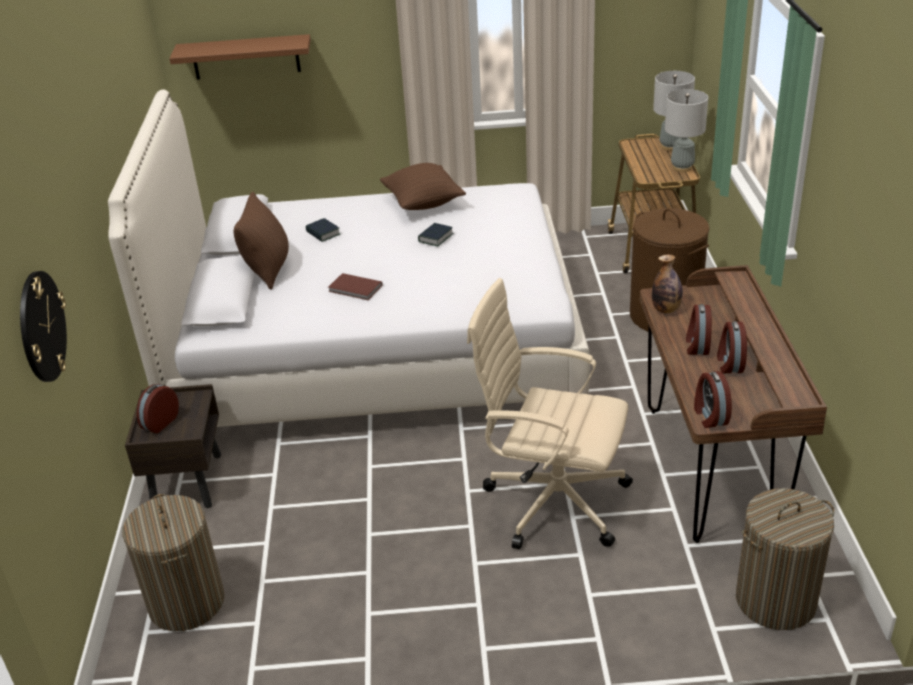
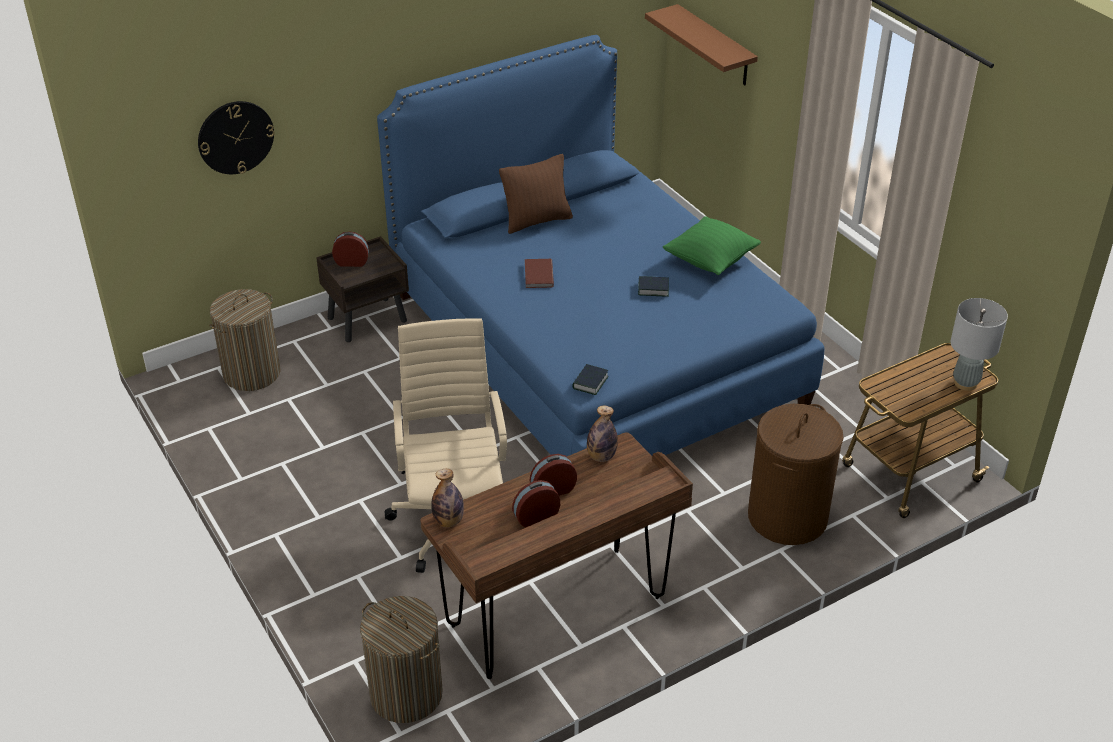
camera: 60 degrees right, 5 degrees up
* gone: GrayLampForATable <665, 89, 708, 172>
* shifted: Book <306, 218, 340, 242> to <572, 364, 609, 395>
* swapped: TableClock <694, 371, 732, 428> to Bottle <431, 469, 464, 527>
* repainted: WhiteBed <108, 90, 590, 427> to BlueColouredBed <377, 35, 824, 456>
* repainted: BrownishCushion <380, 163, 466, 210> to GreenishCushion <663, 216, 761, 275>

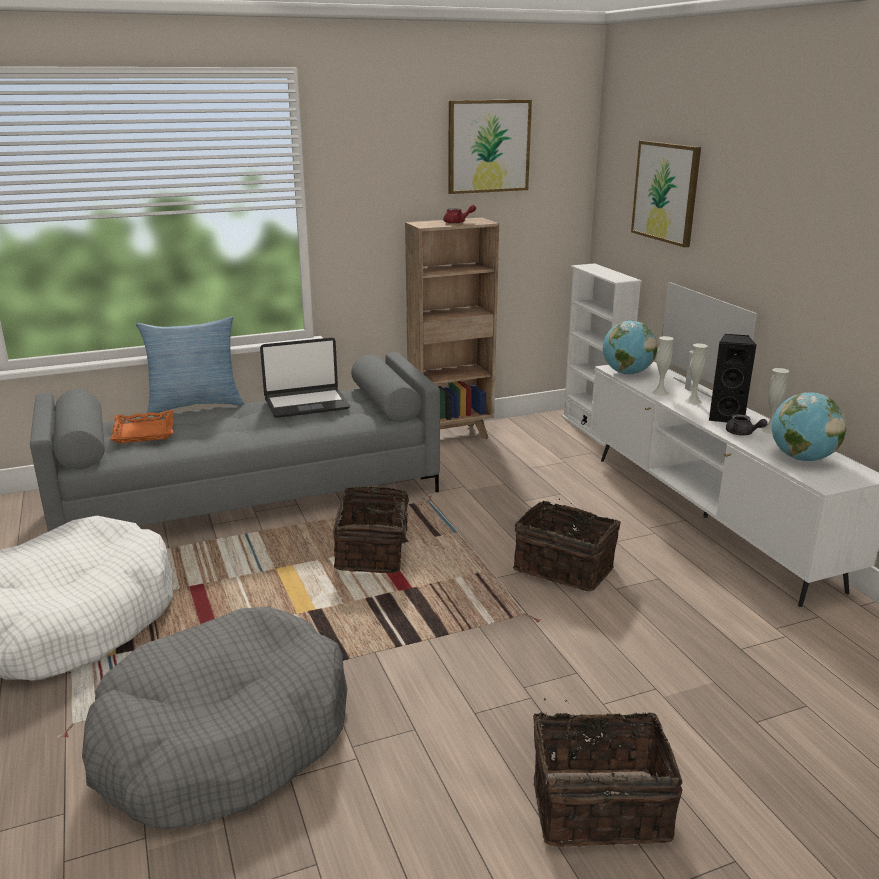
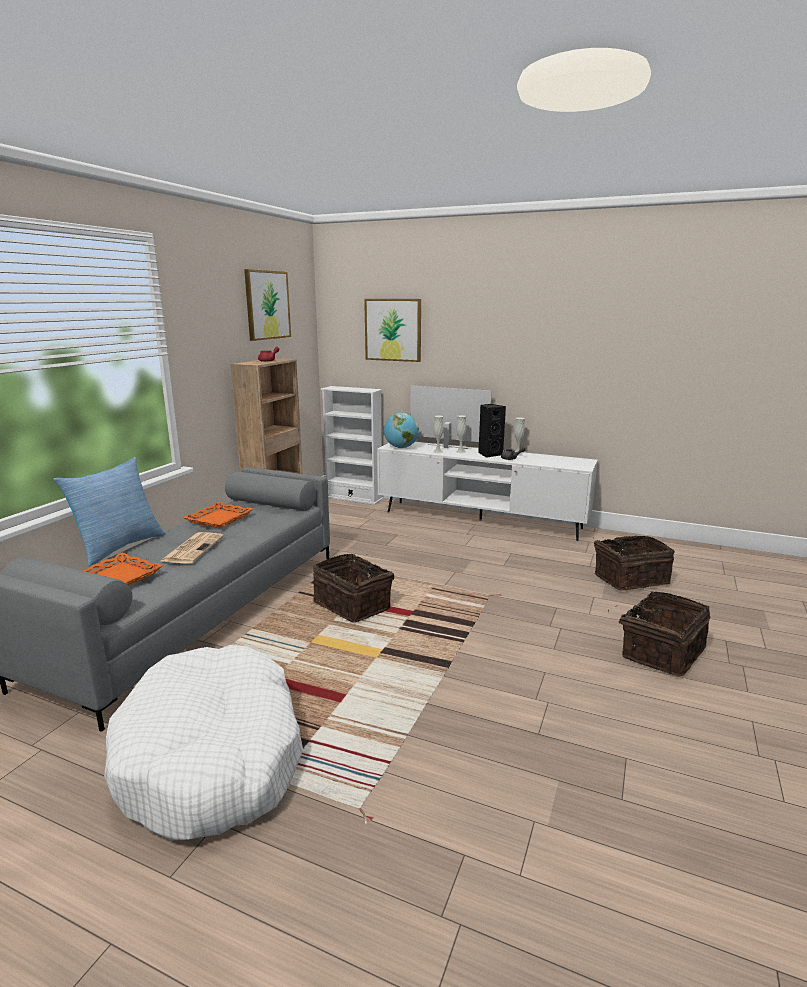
camera: 45 degrees left, 5 degrees down
* gone: GrayDogCushion <82, 606, 348, 830>
* gone: DeskGlobe <772, 392, 847, 461>
* new: Newspaper <161, 532, 224, 564>
* shifted: StorageBasket <513, 498, 621, 591> to <593, 536, 675, 591>
* swapped: Laptop <260, 338, 350, 418> to OrangeTray <183, 502, 253, 528>

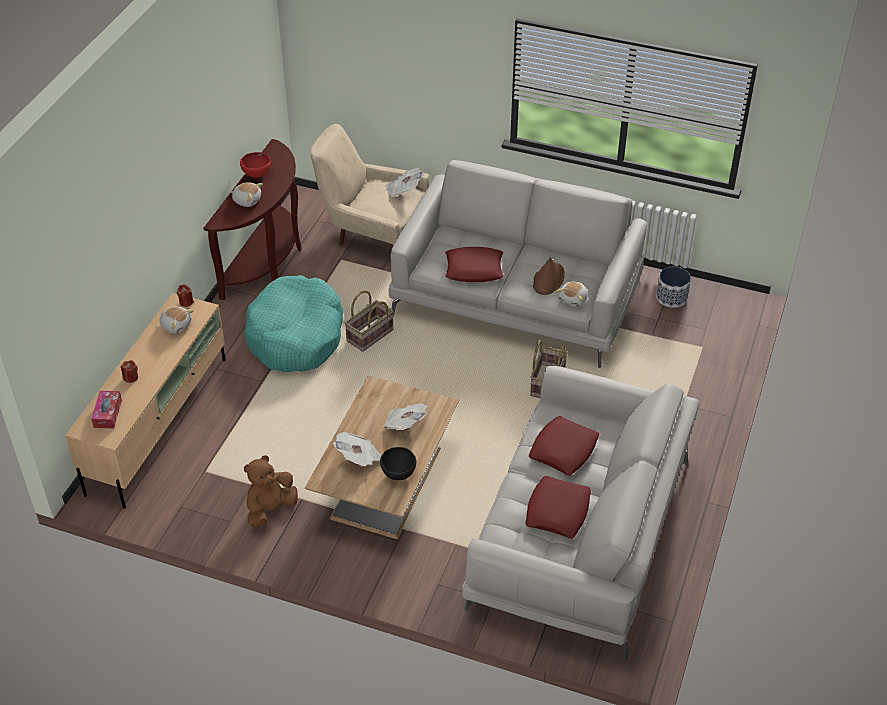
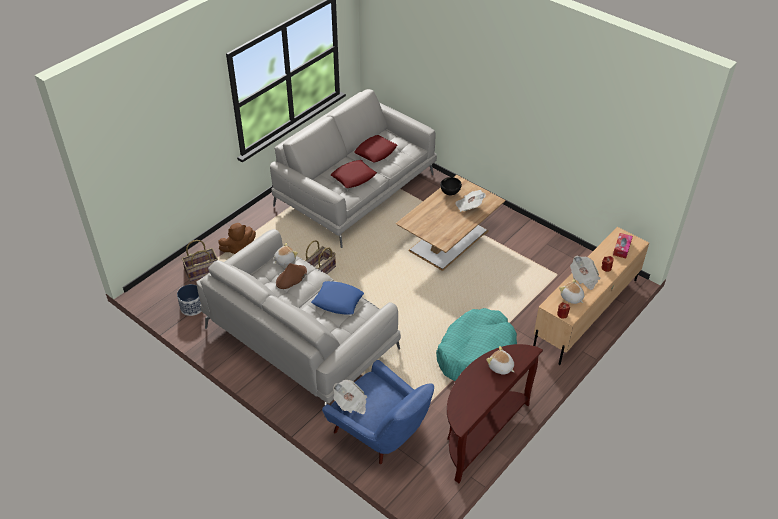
camera: 160 degrees left, 0 degrees up
* gone: ReddishBowl <240, 152, 271, 178>
* shifted: BrownishSoftToy <244, 455, 298, 527> to <218, 223, 256, 254>
* shifted: StorageBasket <344, 291, 394, 352> to <182, 240, 218, 282>
* shifted: Newspaper <382, 403, 428, 430> to <570, 255, 600, 290>
* repainted: BeigeArmchair <310, 124, 430, 246> to BlueColouredArmchair <322, 360, 434, 464>
* repainted: ReddishCushion <445, 247, 504, 282> to BlueColouredCushion <311, 281, 364, 315>

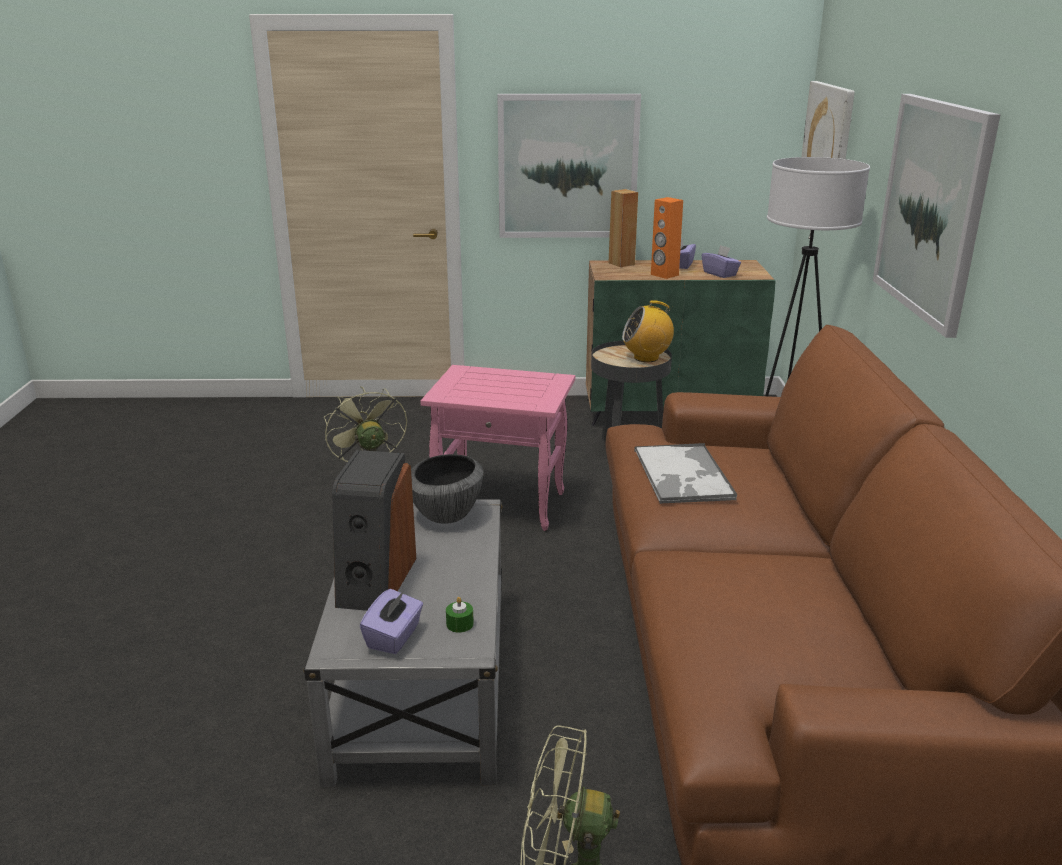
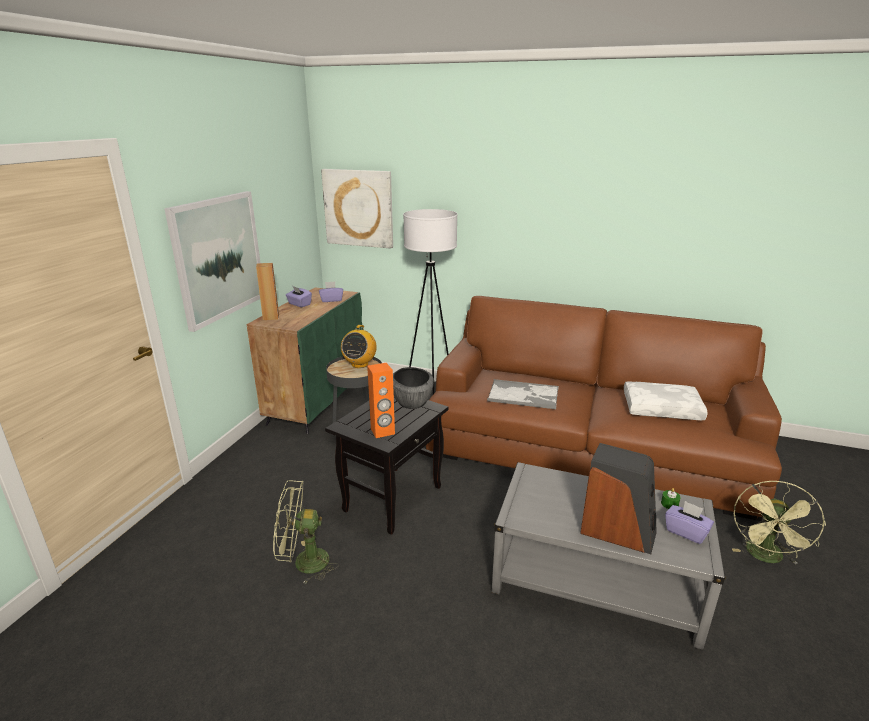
camera: 70 degrees left, 0 degrees up
* gone: Picture <873, 94, 1000, 338>
* new: WhiteCushion <624, 381, 708, 420>
* shifted: Bowl <411, 454, 484, 524> to <393, 367, 434, 409>
* shifted: OrangeSpeaker <651, 197, 683, 279> to <367, 363, 395, 438>
* repainted: PinkSideTable <420, 365, 575, 531> to BlackSideTable <325, 397, 449, 535>

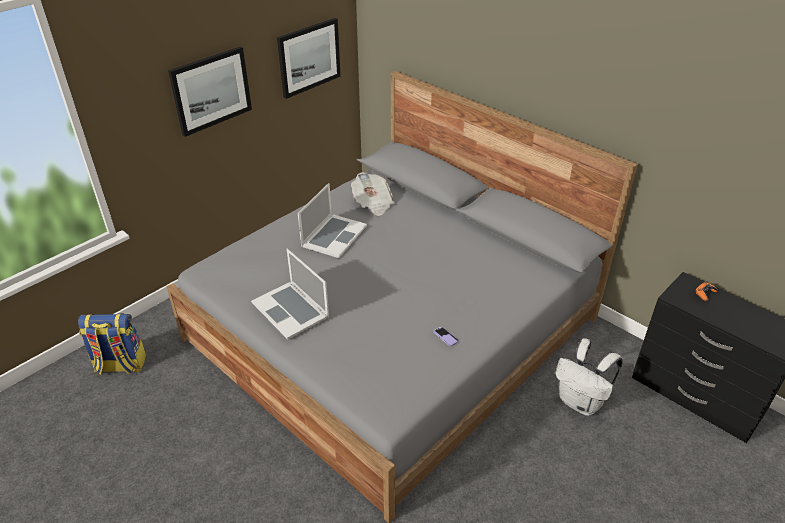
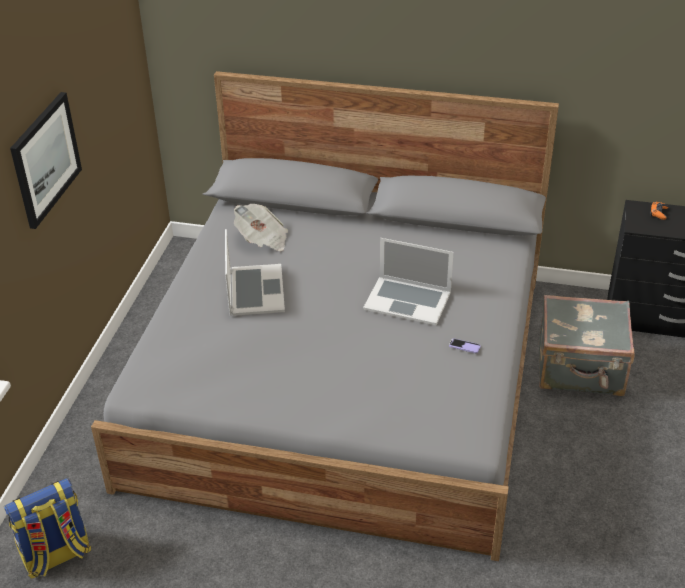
camera: 30 degrees left, 0 degrees up
* gone: Picture <277, 18, 341, 99>
* shifted: Laptop <251, 249, 329, 339> to <363, 238, 453, 325>
* swapped: WhiteBackpack <555, 338, 623, 416> to GrayPieceOfLuggage <539, 295, 635, 396>

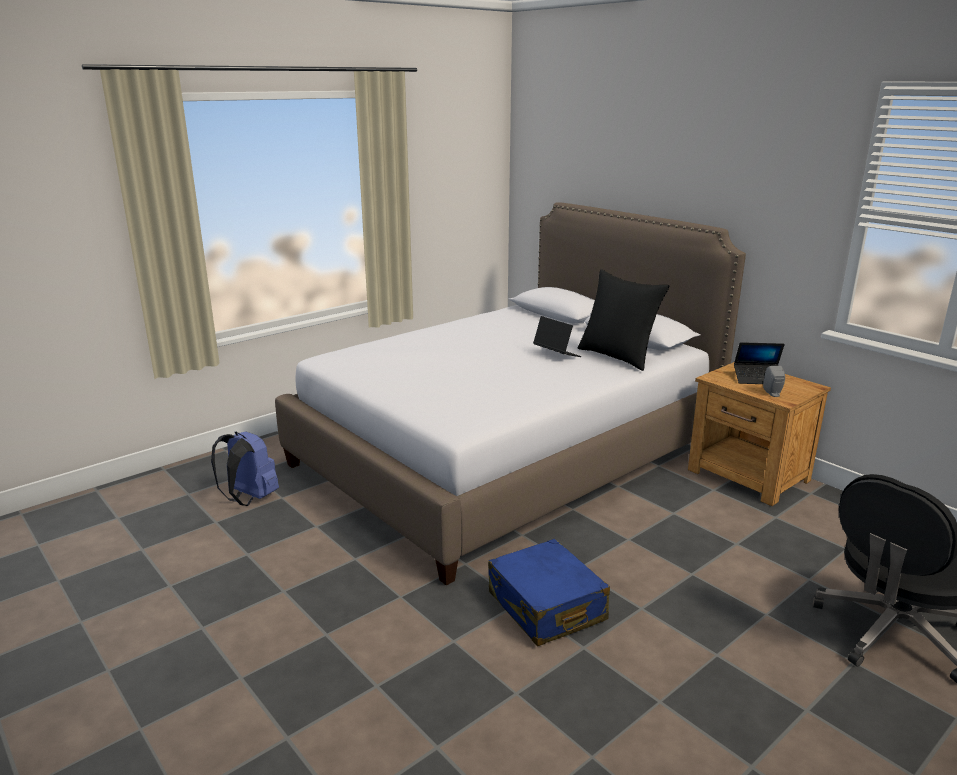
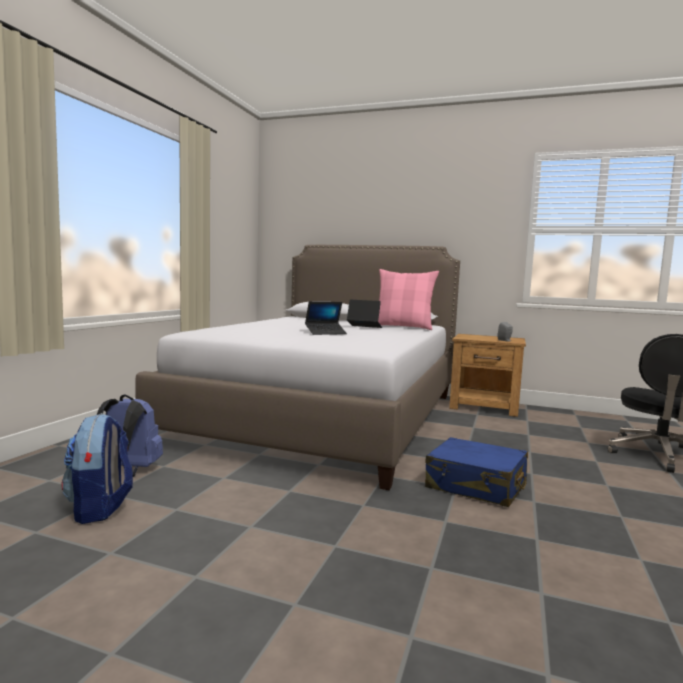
camera: 30 degrees left, 15 degrees down
* new: Backpack <61, 413, 133, 524>
* shifted: Laptop <734, 342, 785, 384> to <305, 301, 347, 335>
* repainted: BlackCushion <578, 269, 670, 371> to PinkCushion <378, 269, 439, 330>

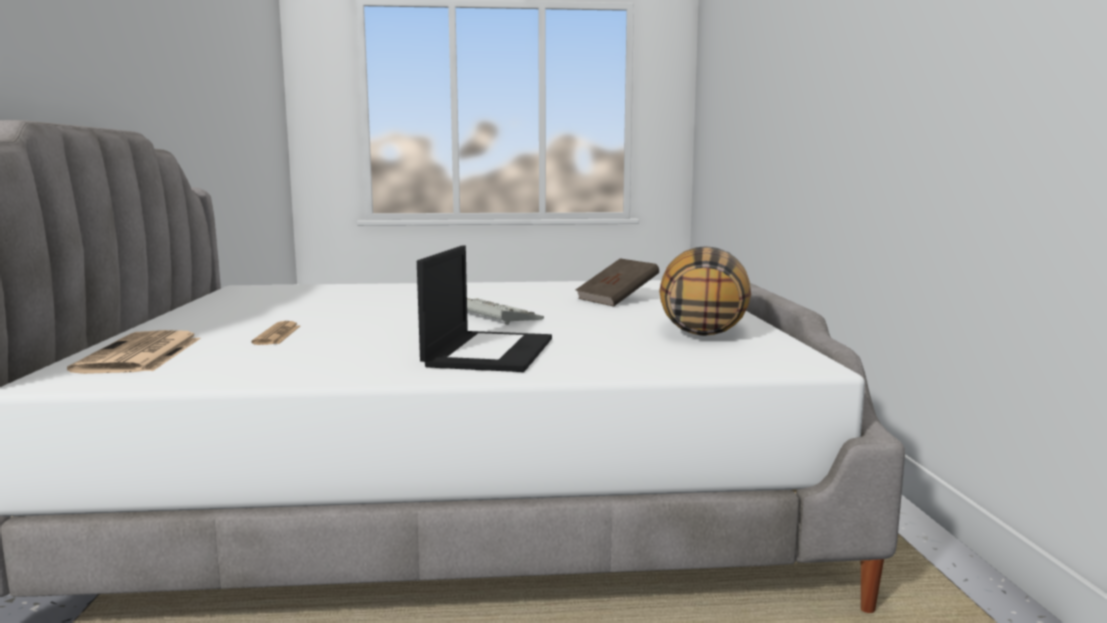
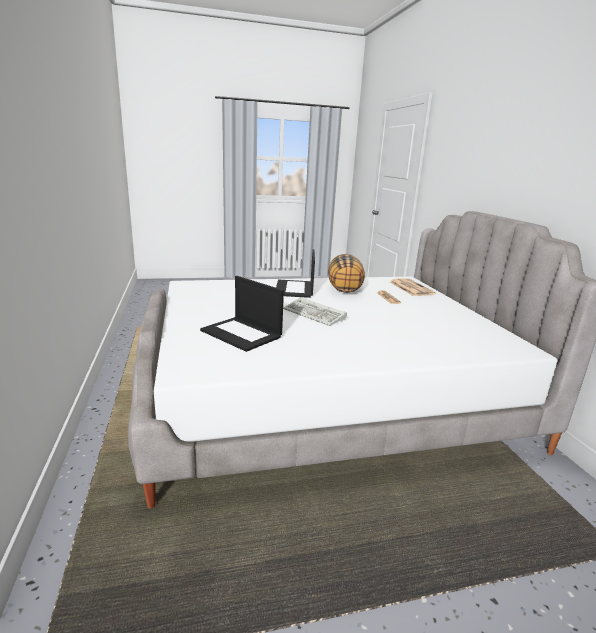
camera: 170 degrees right, 10 degrees up
* shifted: Cushion <659, 246, 751, 336> to <328, 254, 365, 293>
* swapped: BrownishBook <576, 258, 659, 307> to Laptop <200, 276, 284, 352>

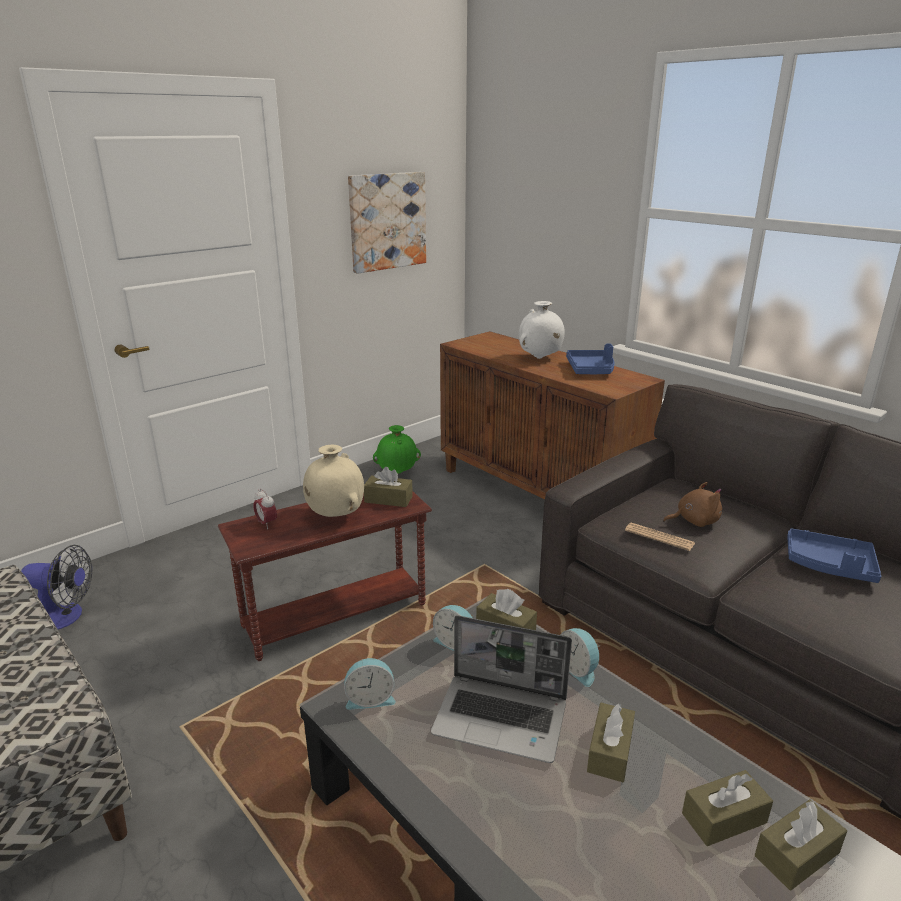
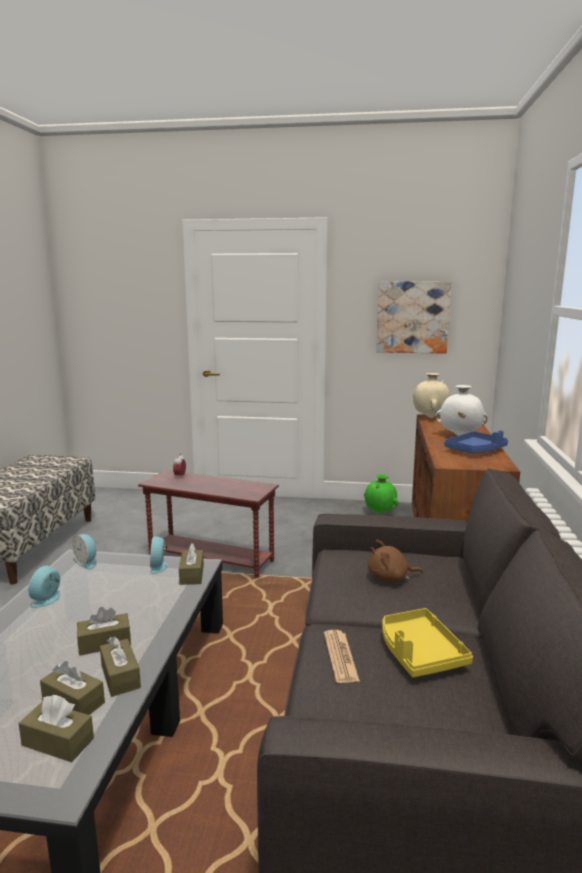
camera: 50 degrees right, 10 degrees down
* gone: ElectricFan <21, 545, 92, 630>
* gone: Laptop <431, 615, 572, 763>
* shifted: BeigeDecorativeVase <303, 445, 364, 517> to <413, 373, 450, 418>
* shifted: BrownishTissueHolder <364, 467, 413, 507> to <100, 636, 141, 697>
* shifted: TableClock <561, 628, 600, 687> to <28, 565, 60, 608>
* shifted: Newspaper <625, 523, 695, 551> to <324, 630, 360, 683>
* repainted: BlueColouredTray <787, 528, 881, 583> to YellowColouredTray <382, 608, 473, 677>
* rotated: BrownishSoftToy <663, 482, 722, 527> = <368, 540, 423, 583> 135 degrees clockwise

